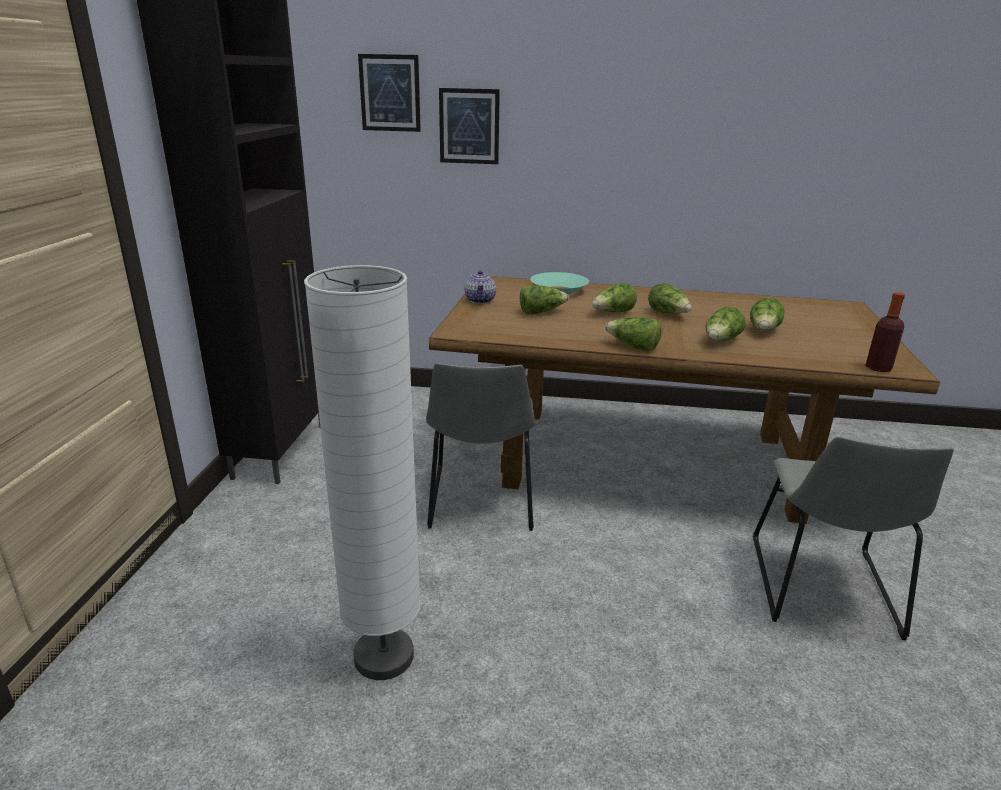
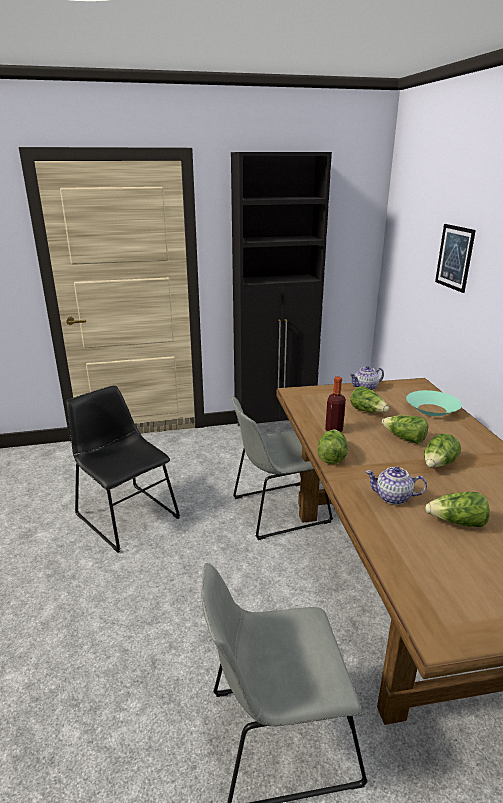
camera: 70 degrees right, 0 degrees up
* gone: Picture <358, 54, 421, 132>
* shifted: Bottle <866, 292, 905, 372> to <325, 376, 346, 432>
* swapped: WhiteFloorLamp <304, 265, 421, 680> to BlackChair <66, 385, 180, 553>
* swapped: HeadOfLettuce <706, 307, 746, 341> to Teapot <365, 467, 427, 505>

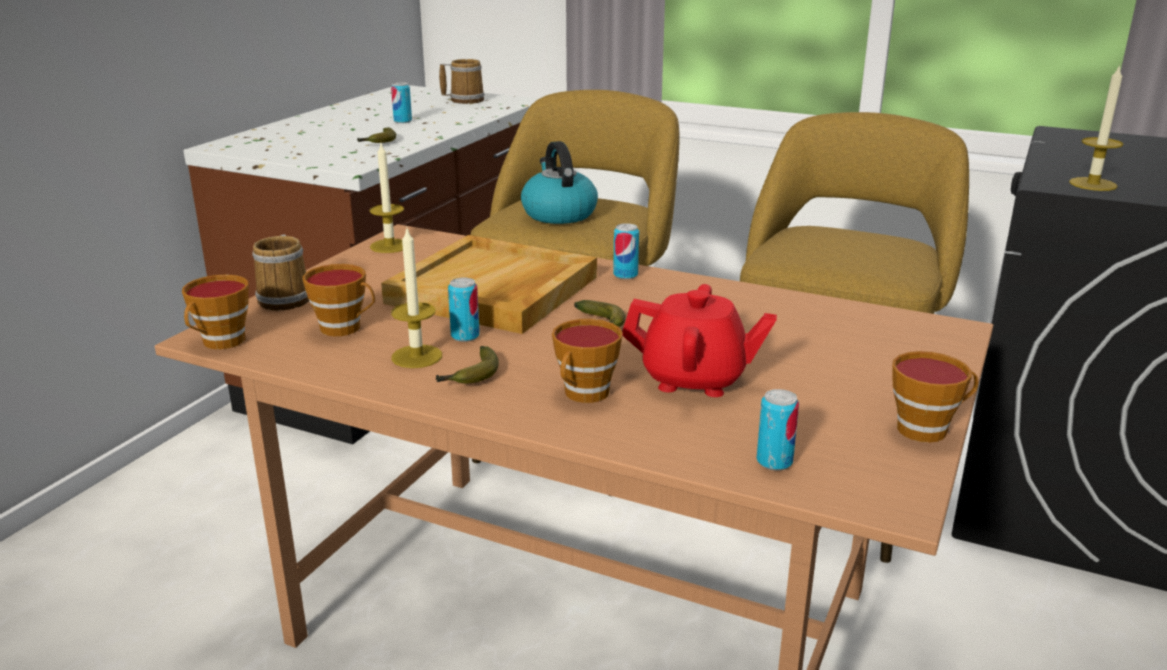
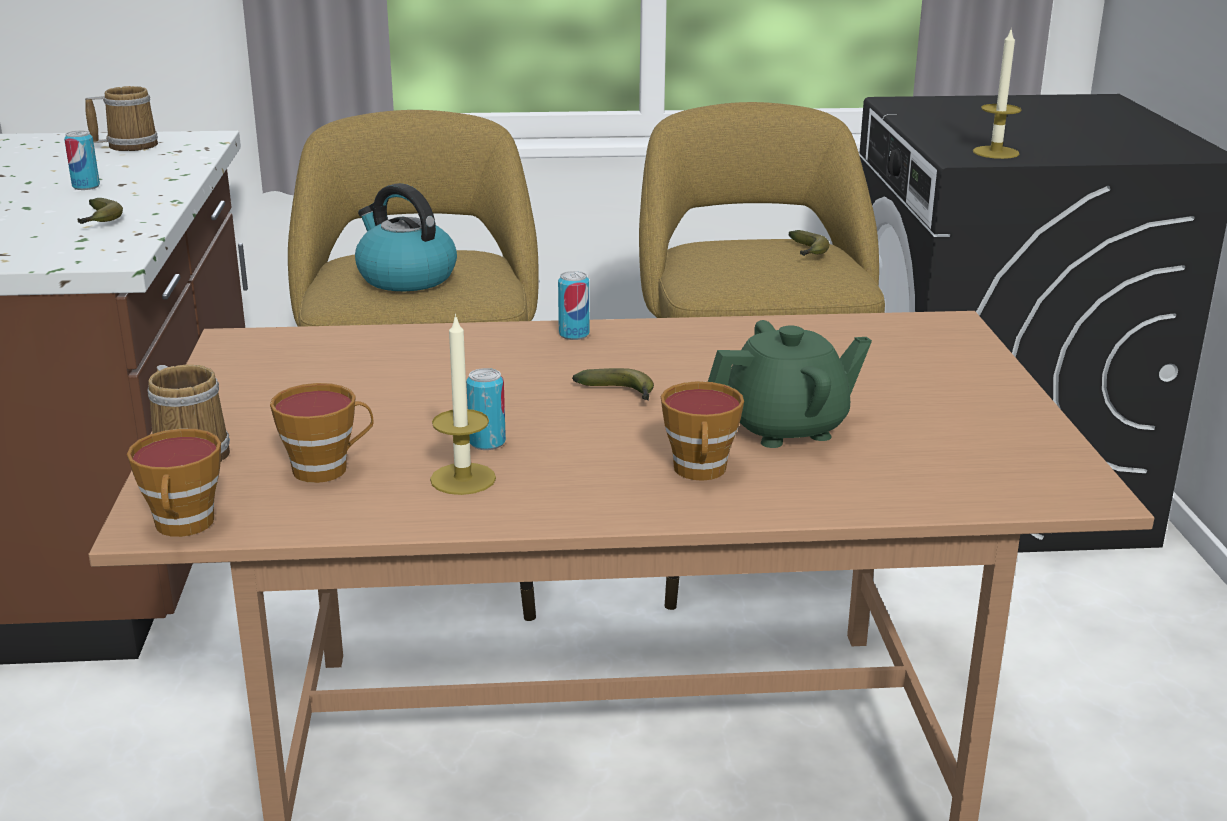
camera: 30 degrees left, 0 degrees up
* gone: WaxCandle <370, 144, 404, 253>
* gone: BeigeTray <381, 235, 597, 334>
* gone: Can <757, 389, 799, 471>
* gone: Cup <892, 351, 978, 443>
* shifted: Banana <436, 346, 499, 384> to <788, 230, 830, 256>
* repainted: ReddishTeapot <622, 284, 777, 397> to GreenishTeapot <708, 320, 872, 448>

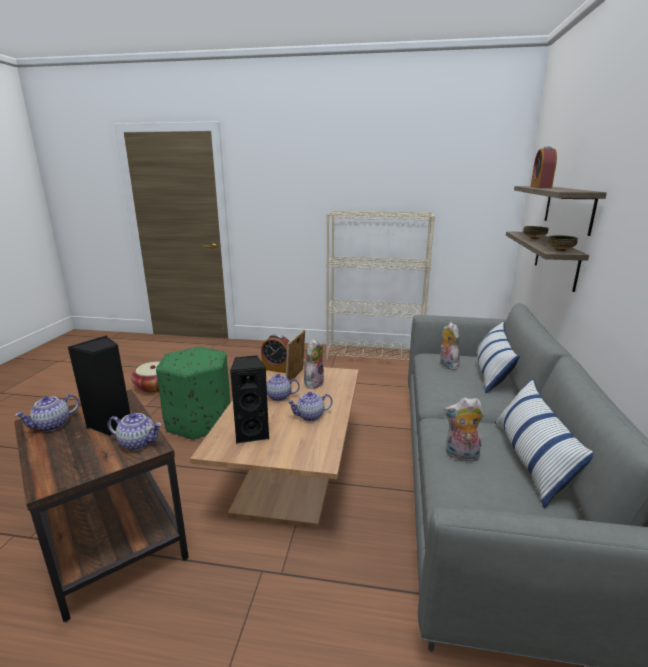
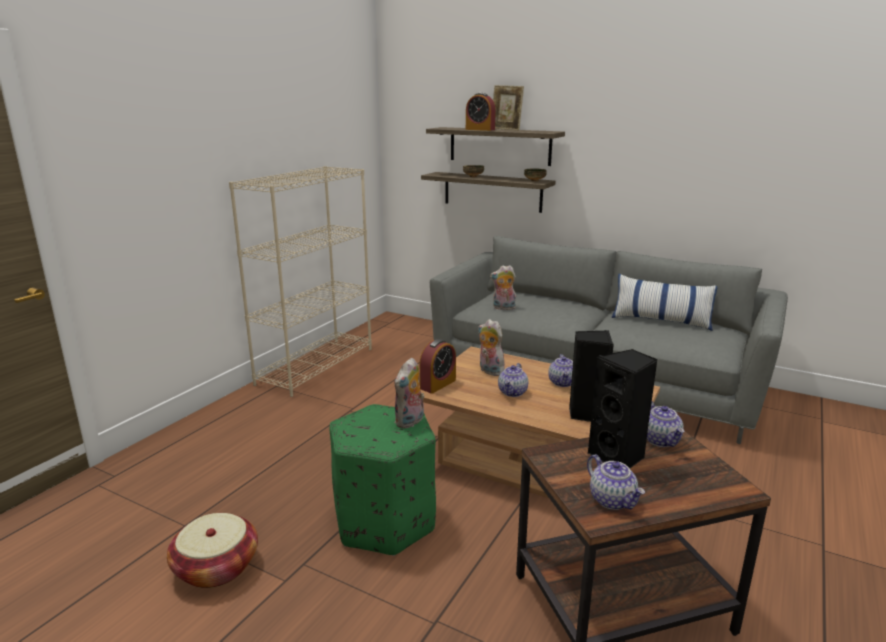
camera: 70 degrees left, 0 degrees up
* gone: Cushion <476, 321, 520, 393>
* shifted: PhotoFrame <286, 329, 305, 381> to <493, 85, 524, 131>
* shifted: SoftToy <444, 397, 484, 462> to <394, 357, 425, 429>
* rotated: Teapot <108, 413, 162, 451> = <647, 402, 684, 447> 135 degrees clockwise

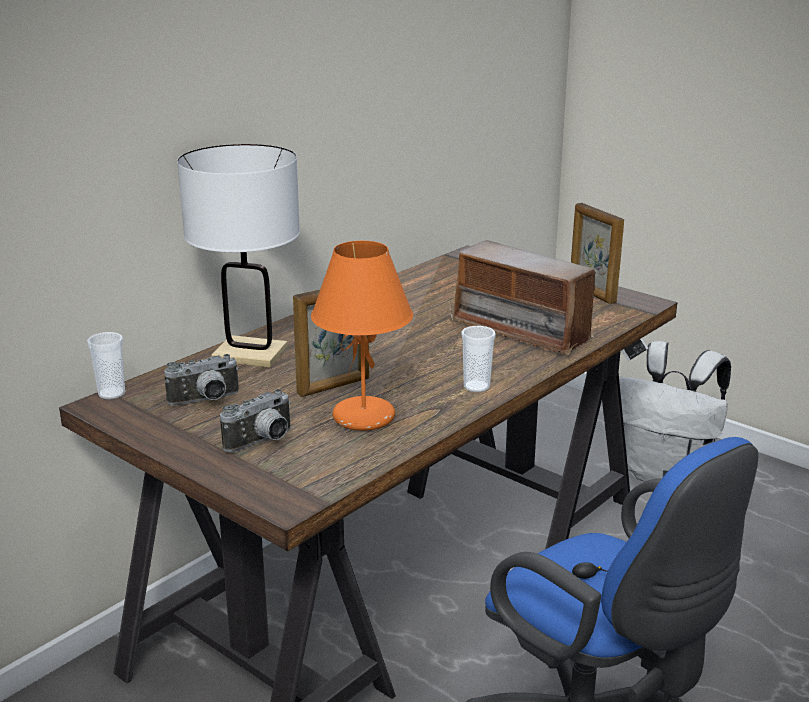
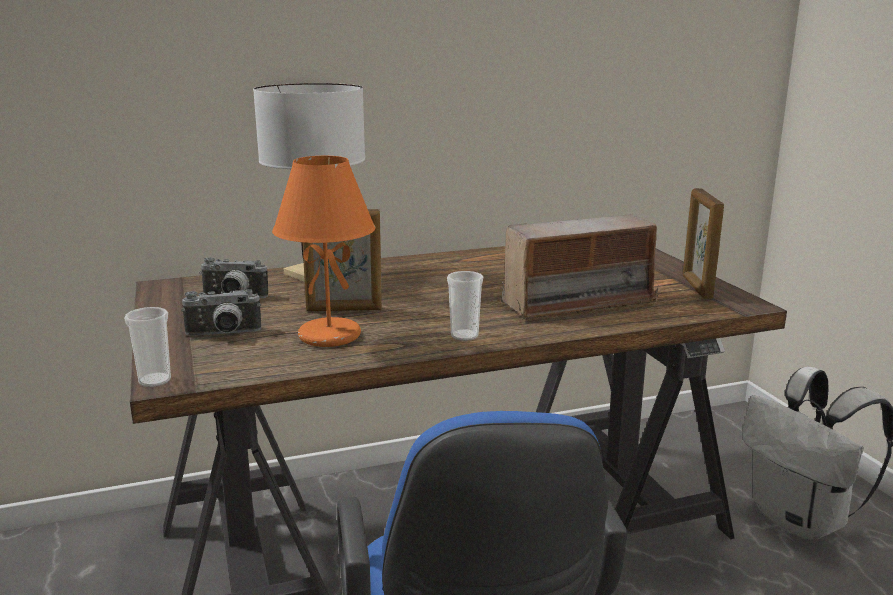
camera: 30 degrees right, 5 degrees down
* shifted: Cup <87, 332, 125, 399> to <124, 307, 171, 387>
* rotated: RadioSet <449, 240, 602, 356> = <501, 215, 659, 319> 90 degrees counterclockwise

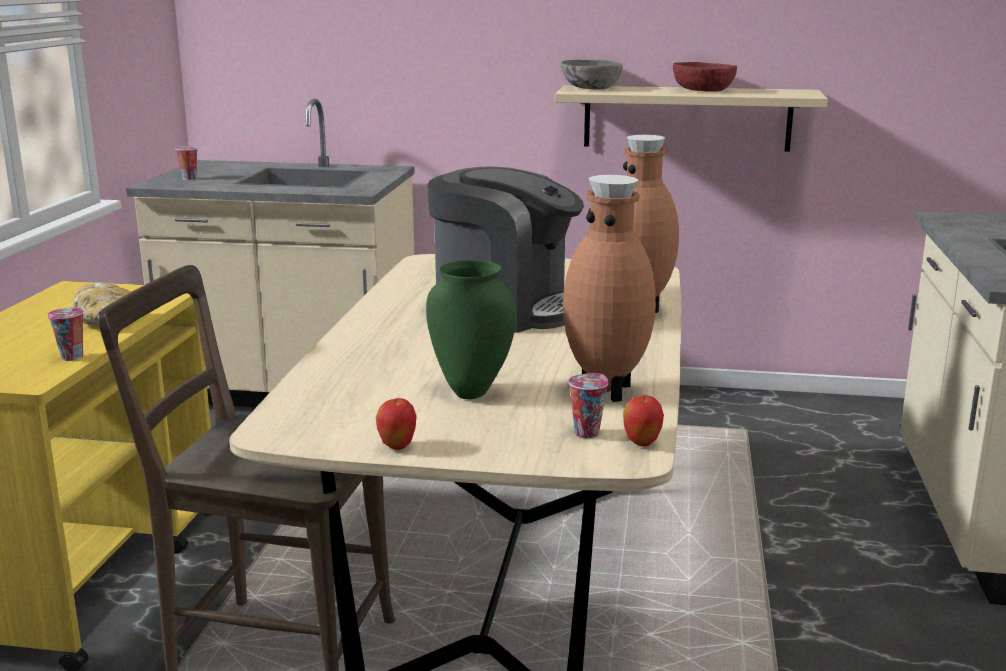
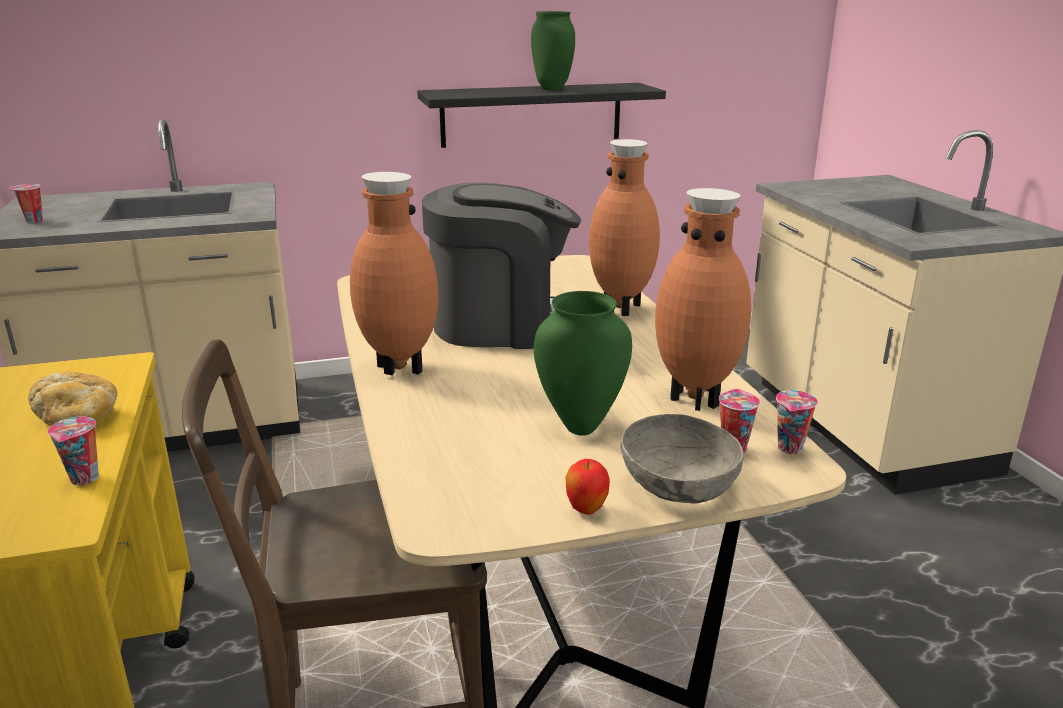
camera: 25 degrees left, 5 degrees up
* new: BrownishDecorativeVase <350, 172, 438, 375>
* shifted: GrayBowl <561, 60, 623, 90> to <621, 414, 744, 504>
* swapped: WholeApple <623, 395, 664, 447> to Cup <776, 390, 818, 454>
* swapped: ReddishBowl <673, 62, 737, 91> to GreenishDecorativeVase <531, 11, 575, 90>
* repainted: BeigeBracketShelf <555, 85, 828, 152> to BlackBracketShelf <417, 83, 666, 148>

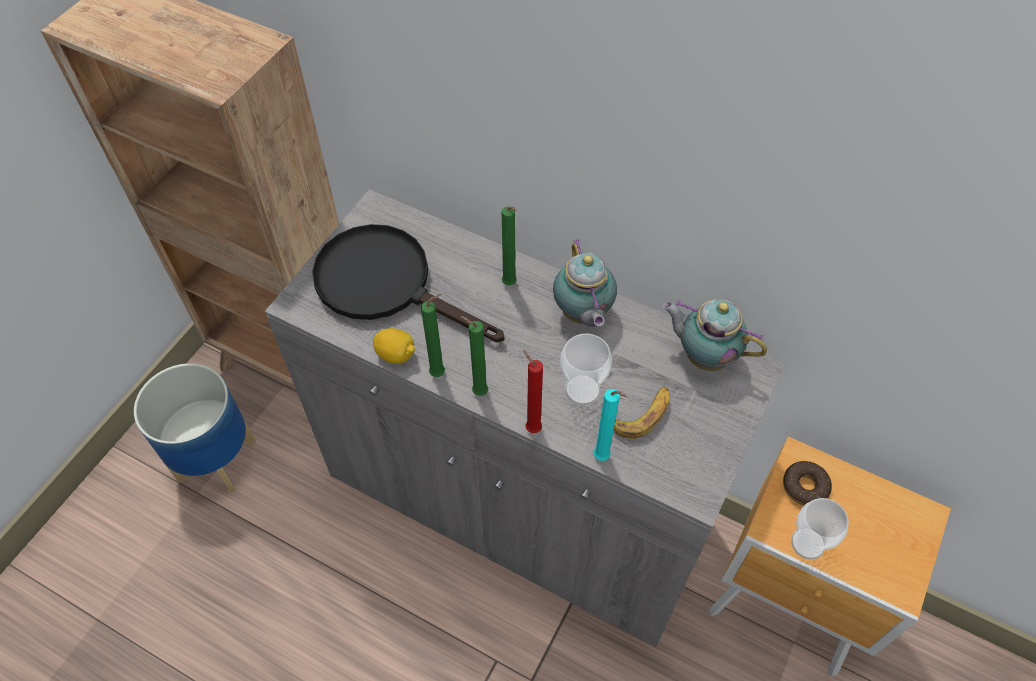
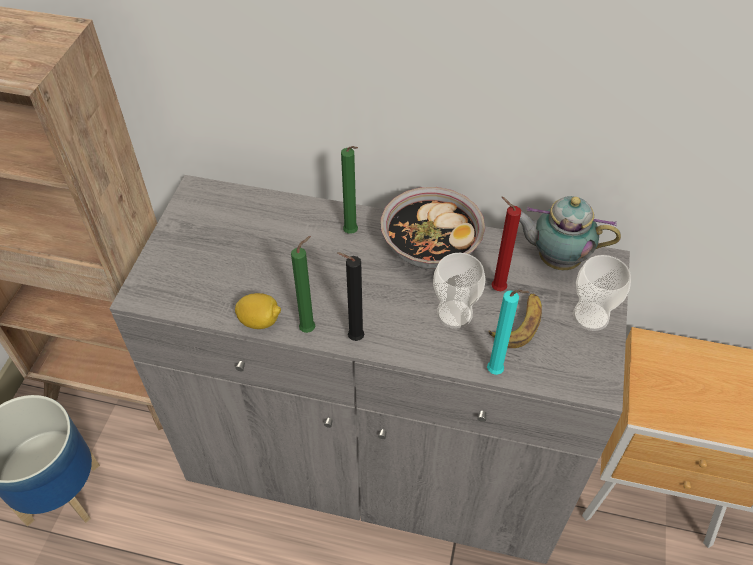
camera: 15 degrees left, 5 degrees down
* gone: BlackPan <312, 224, 504, 343>
* gone: Doughnut <783, 461, 832, 505>
* shifted: ReddishWaxCandle <523, 350, 543, 433> to <492, 197, 521, 291>
* shifted: Cup <791, 498, 849, 560> to <573, 255, 631, 331>
* swapped: Teapot <553, 239, 617, 327> to Bowl <381, 187, 485, 270>
* repainted: GreenishWaxCandle <460, 316, 488, 396> to BlackWaxCandle <337, 252, 364, 341>

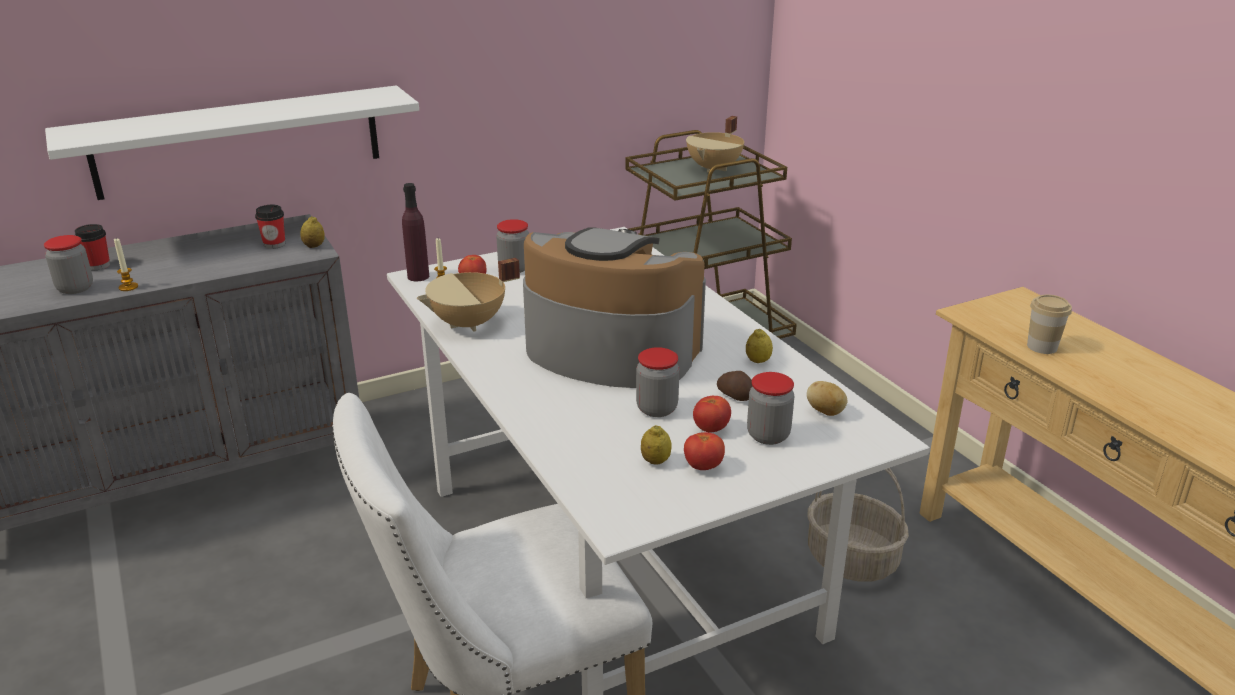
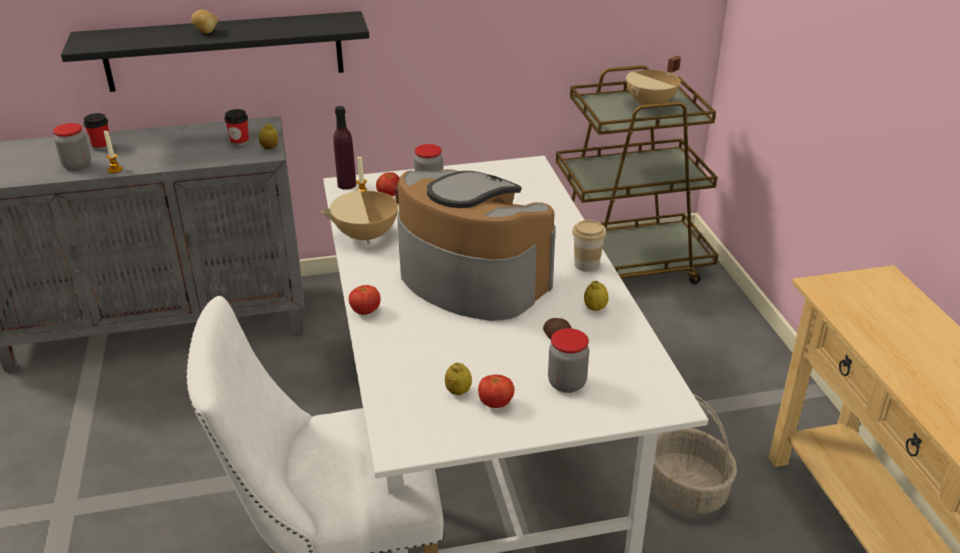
camera: 15 degrees right, 5 degrees up
* gone: PreserveJar <636, 347, 679, 417>
* shifted: Tomato <693, 396, 731, 433> to <349, 285, 381, 315>
* shifted: Potato <807, 381, 847, 416> to <191, 10, 218, 34>
* shifted: Cup <1027, 295, 1072, 354> to <572, 220, 606, 272>
* repainted: WhiteBracketShelf <45, 85, 419, 200> to BlackBracketShelf <61, 11, 369, 92>

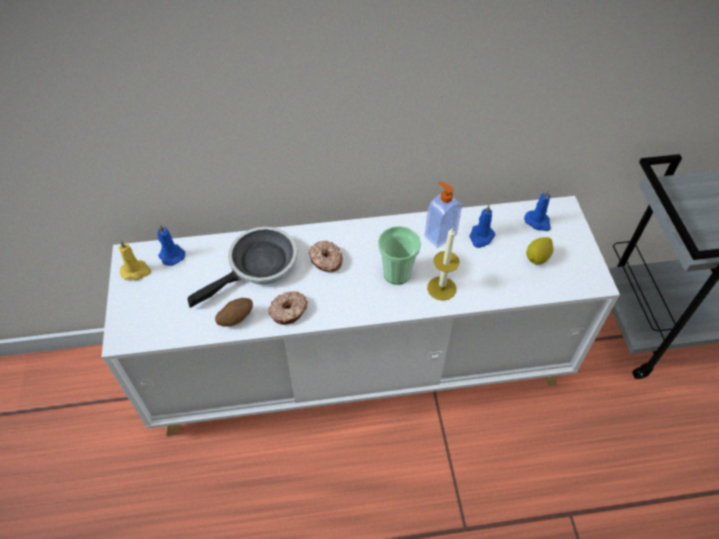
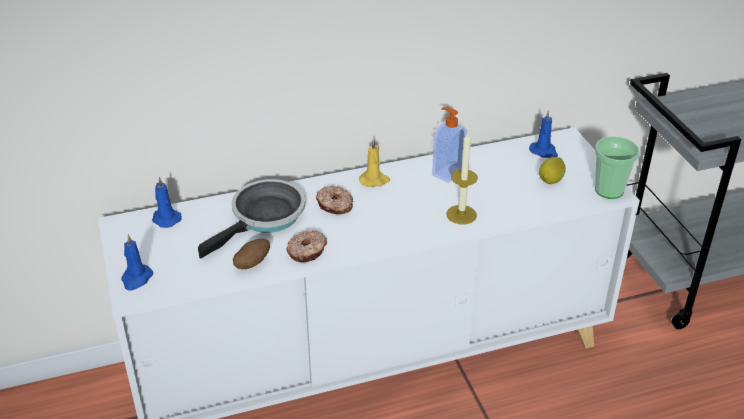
camera: 10 degrees left, 15 degrees down
* shifted: YellowColouredWaxCandle <118, 240, 151, 280> to <359, 139, 390, 187>
* shifted: Cup <378, 226, 421, 285> to <595, 136, 640, 199>
* shifted: BlueColouredWaxCandle <469, 205, 495, 248> to <121, 234, 153, 290>

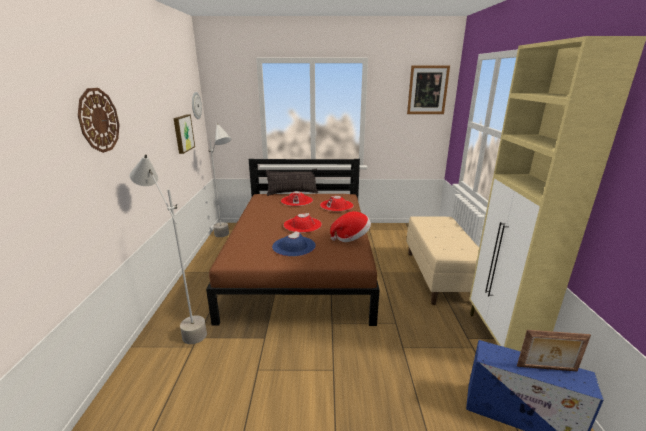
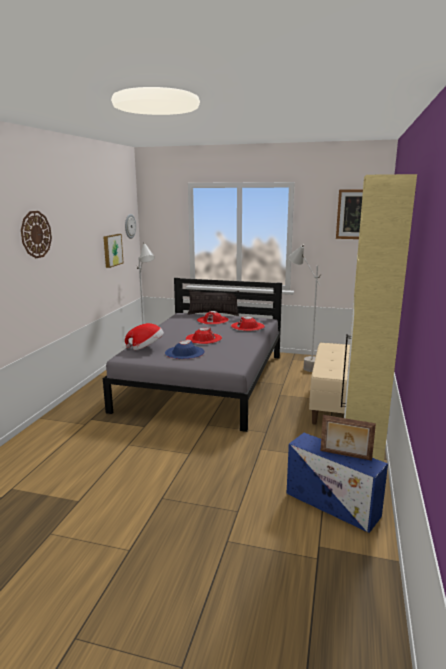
camera: 15 degrees right, 5 degrees down
* shifted: GrayFloorLamp <129, 154, 207, 344> to <288, 245, 320, 372>
* shifted: ClothingHat <330, 211, 371, 242> to <125, 323, 164, 350>
* repainted: BrownishBed <206, 159, 380, 326> to GrayBed <103, 278, 282, 432>

